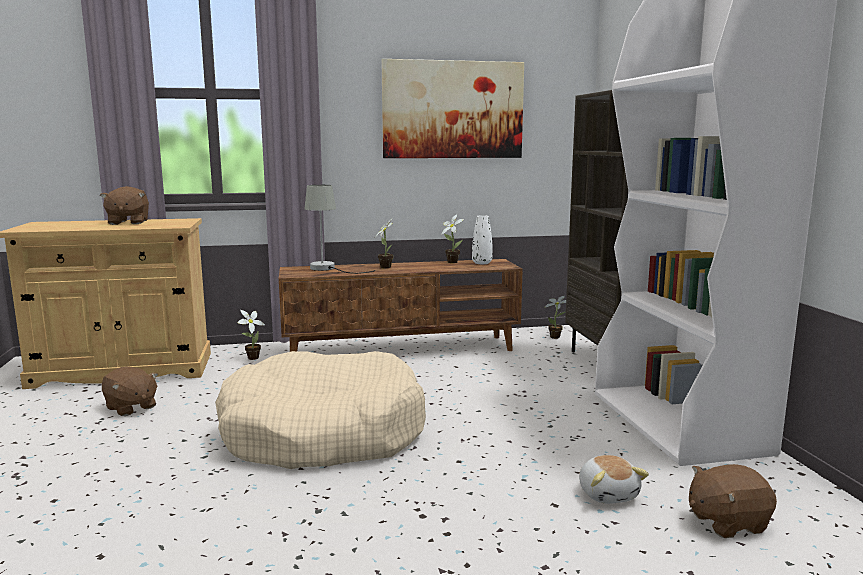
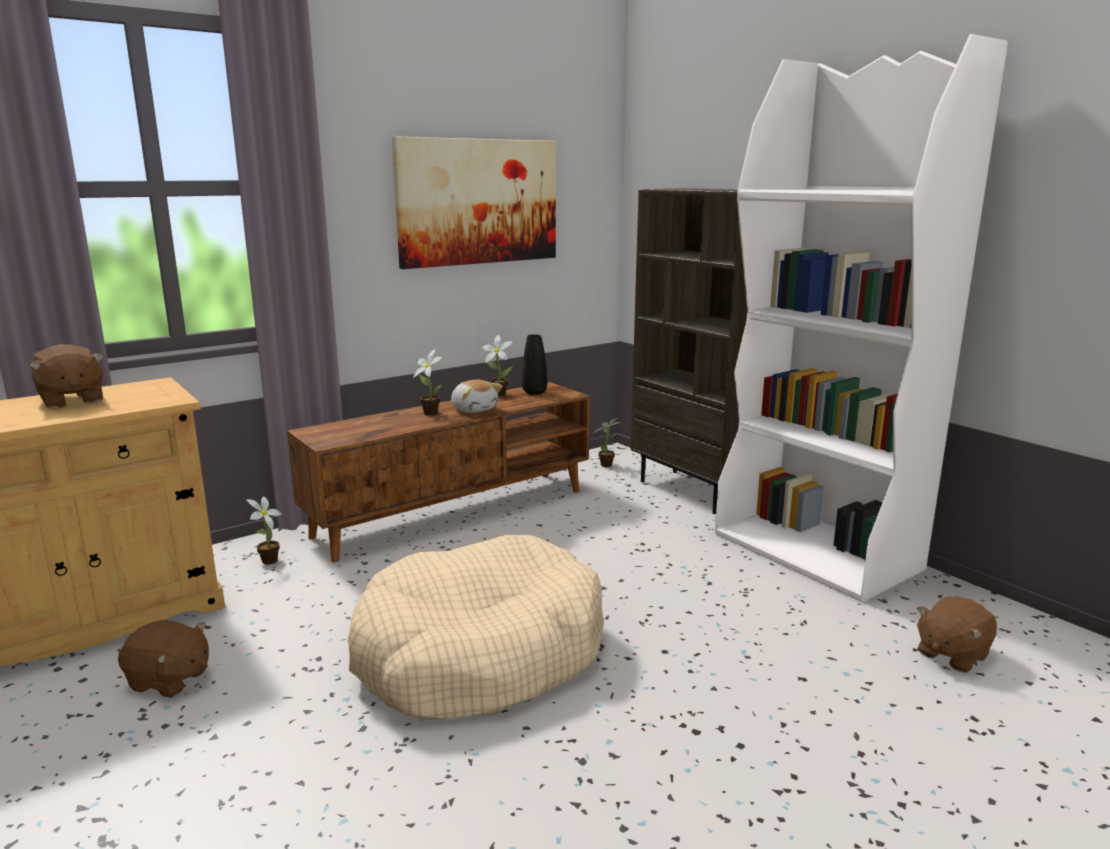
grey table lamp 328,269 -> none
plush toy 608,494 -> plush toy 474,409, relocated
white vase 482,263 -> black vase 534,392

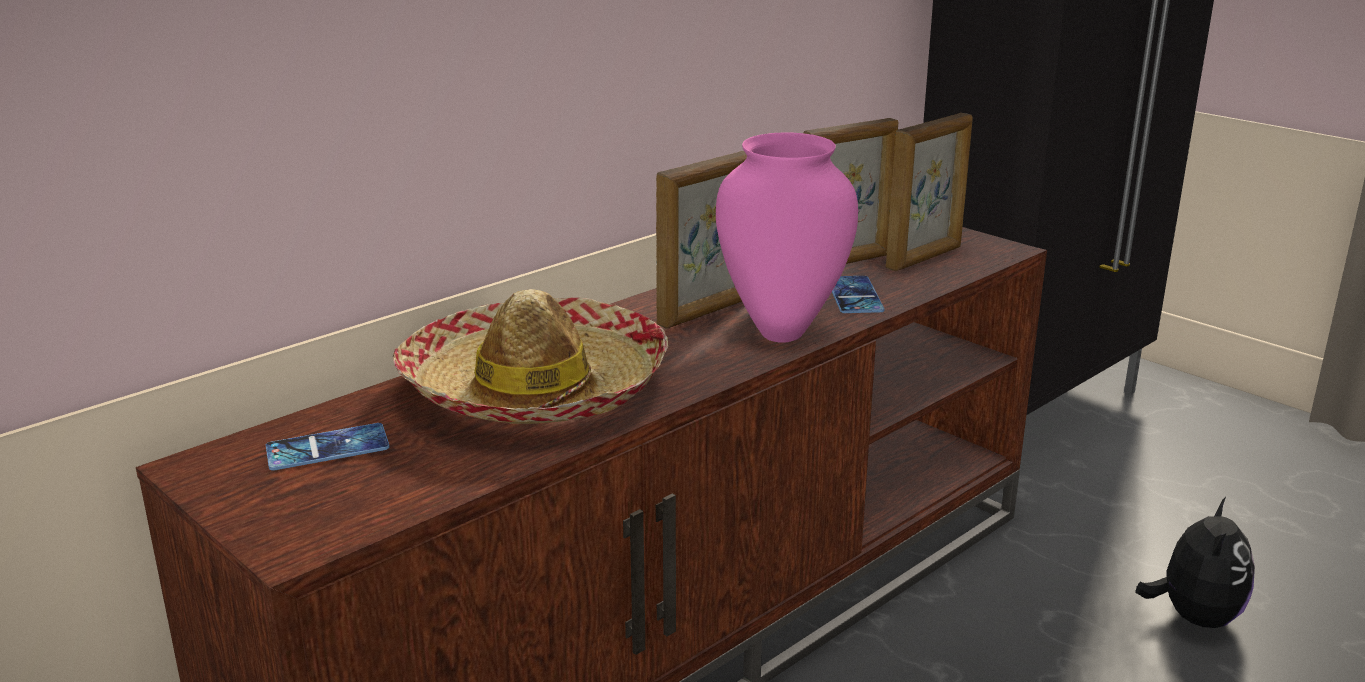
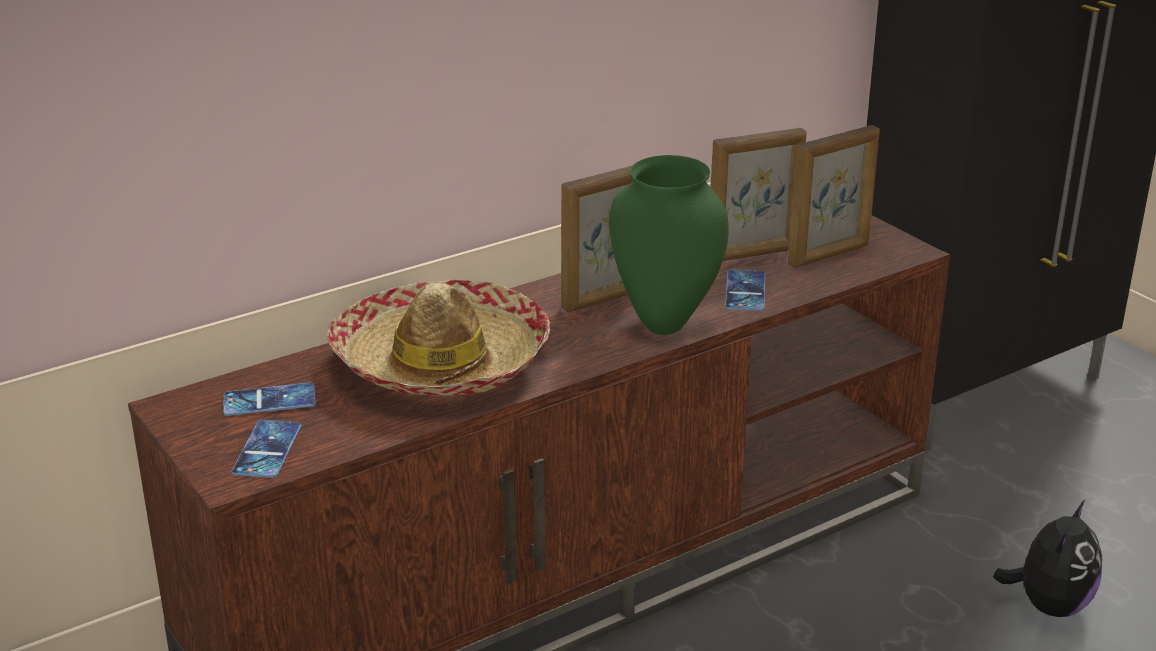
none -> phone 267,450
pink vase 783,331 -> green vase 666,323

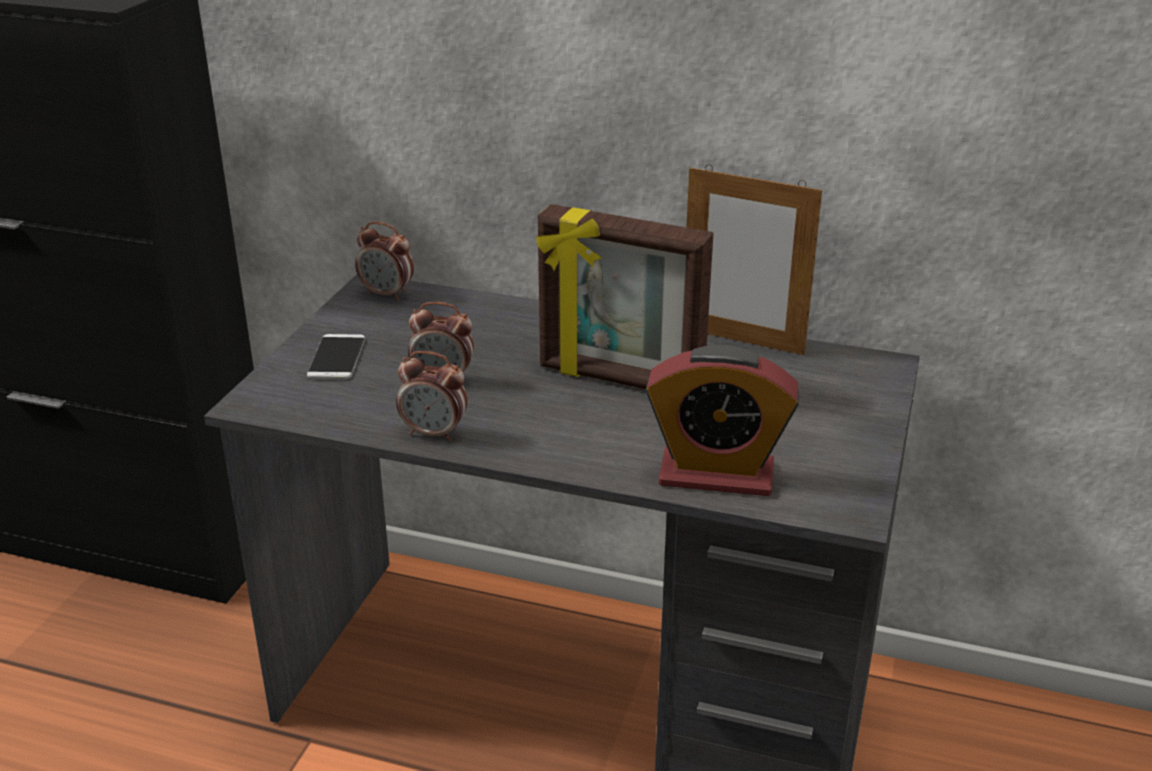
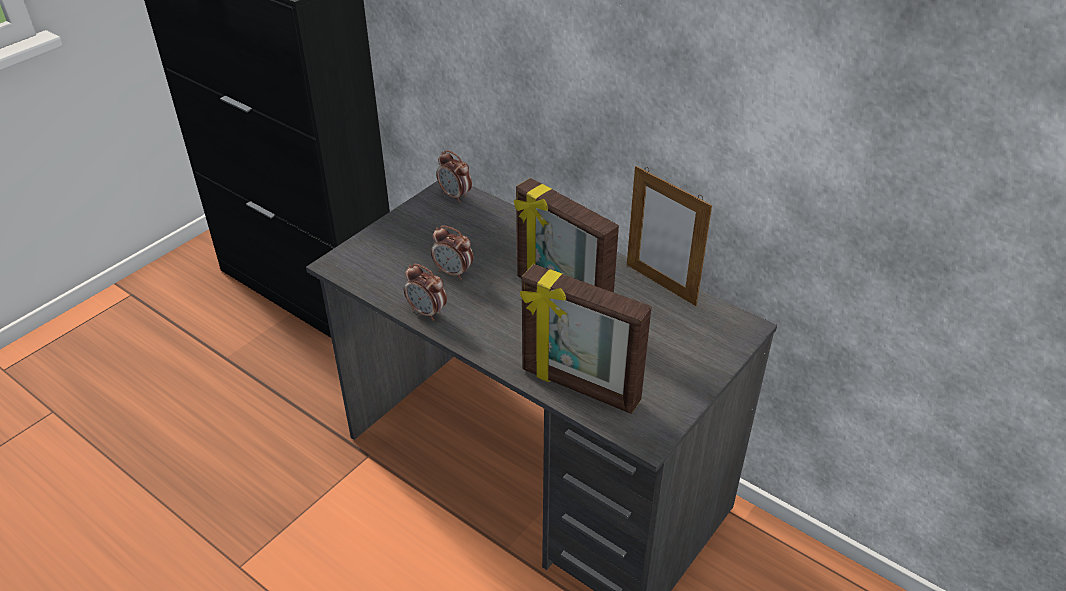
phone 337,358 -> none
alarm clock 716,474 -> picture frame 579,387

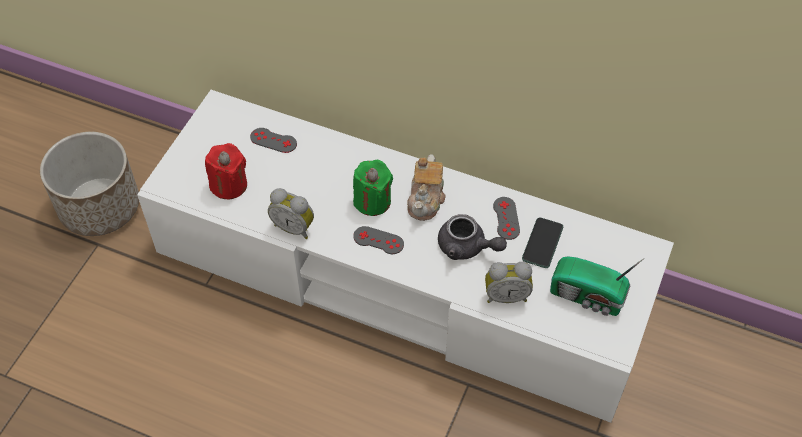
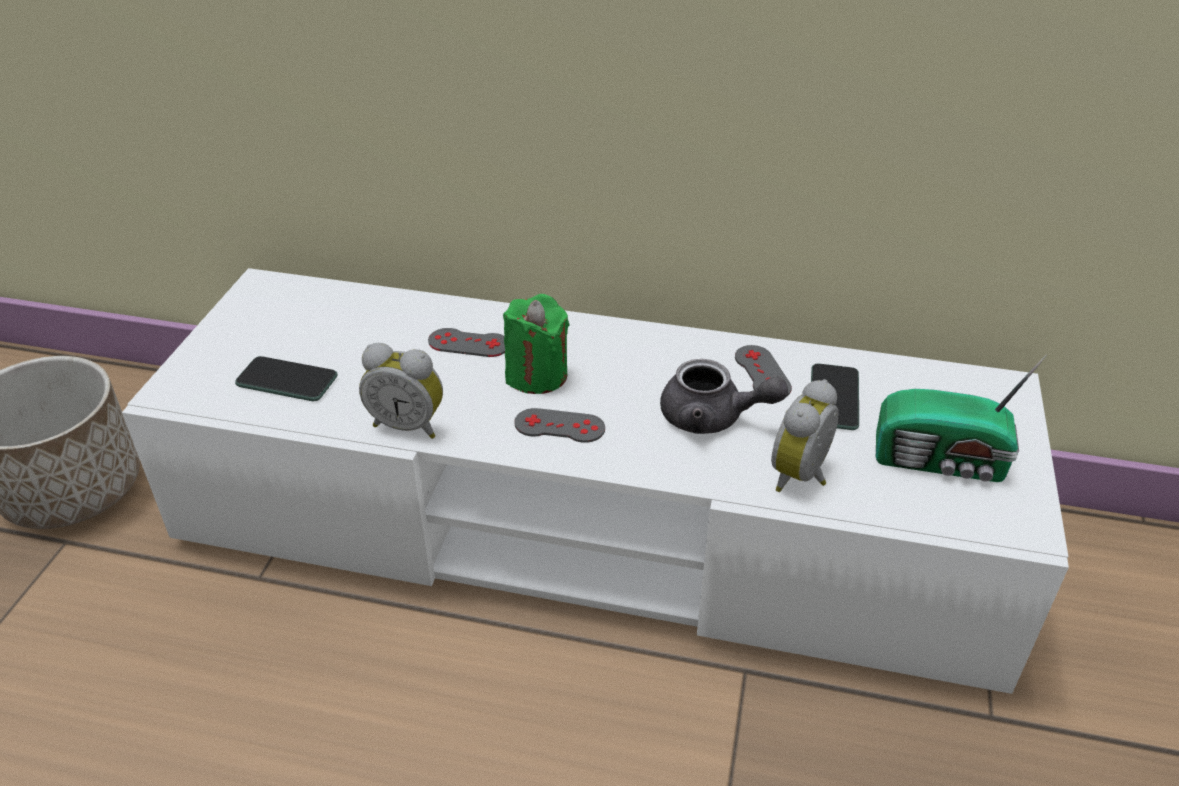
teapot 426,199 -> none
grey game controller 273,140 -> grey game controller 469,343, relocated
red candle 229,185 -> phone 287,380
alarm clock 506,295 -> alarm clock 803,477, 135 degrees clockwise

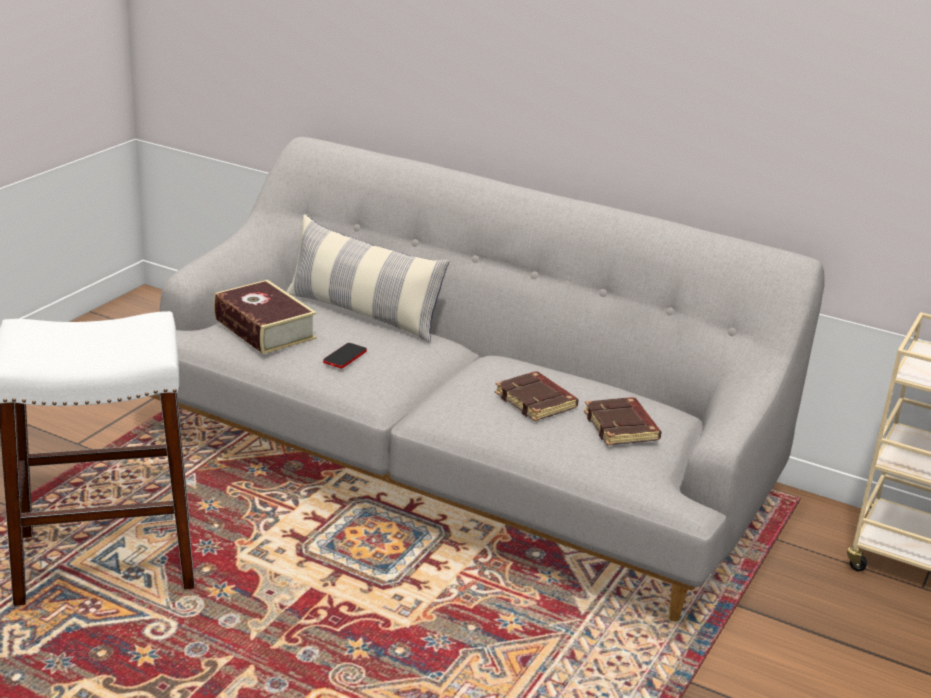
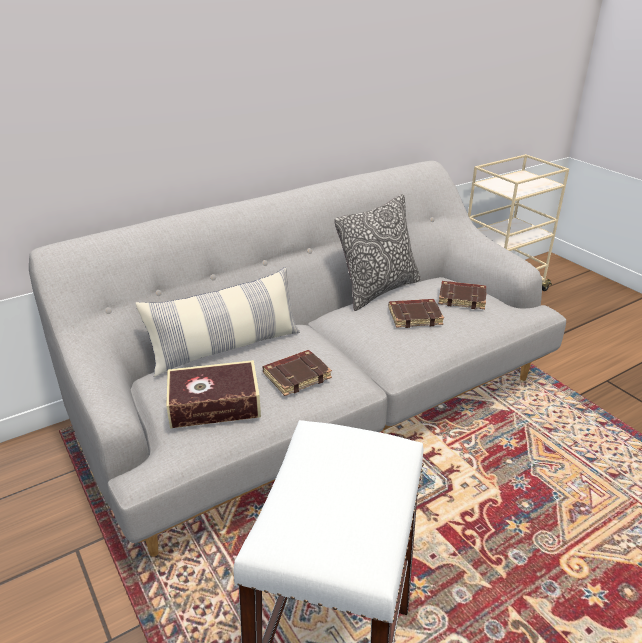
none -> pillow 378,290
phone 345,356 -> brown book 297,375

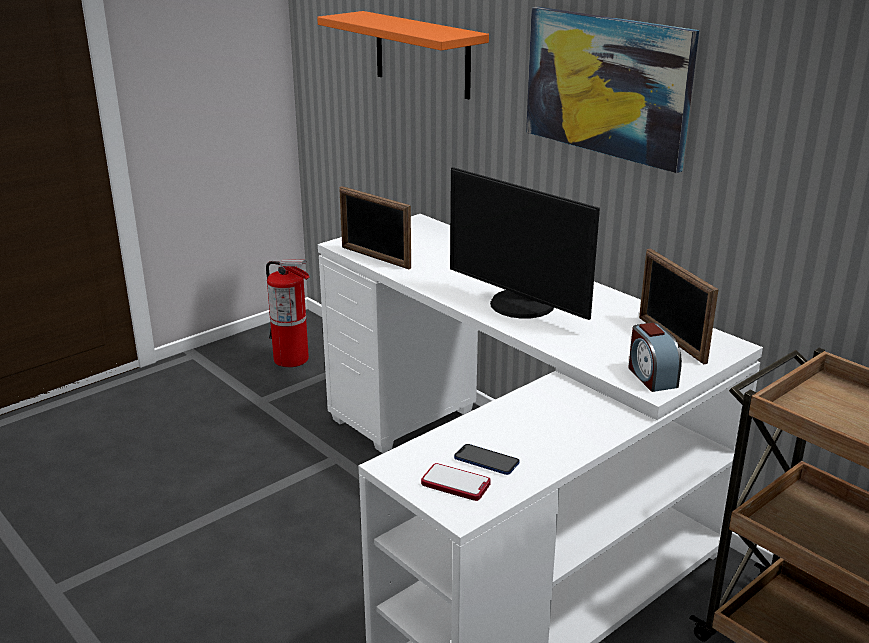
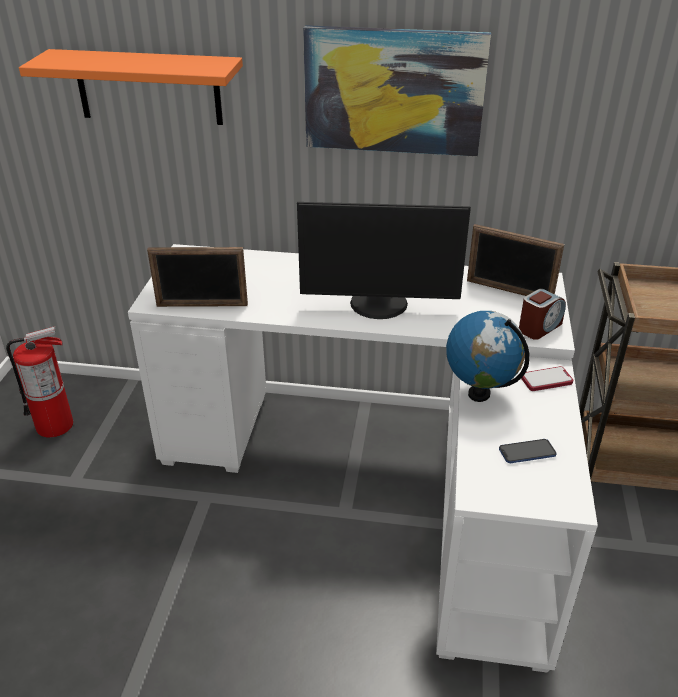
none -> globe 479,394
phone 455,484 -> phone 546,380, relocated
alarm clock 651,376 -> alarm clock 539,327, 75 degrees counterclockwise

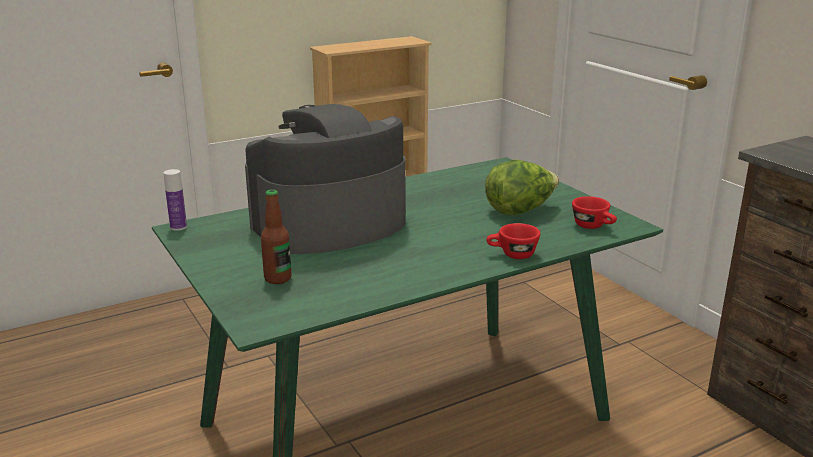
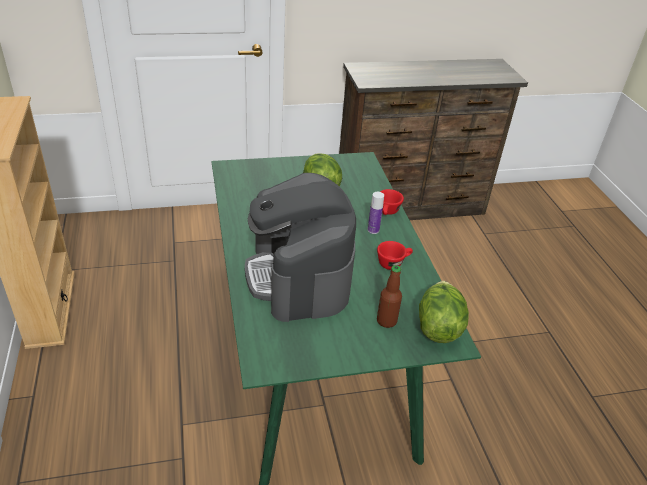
none -> lettuce 438,326
bottle 178,227 -> bottle 373,230, relocated
red cup 594,226 -> red cup 393,263, relocated

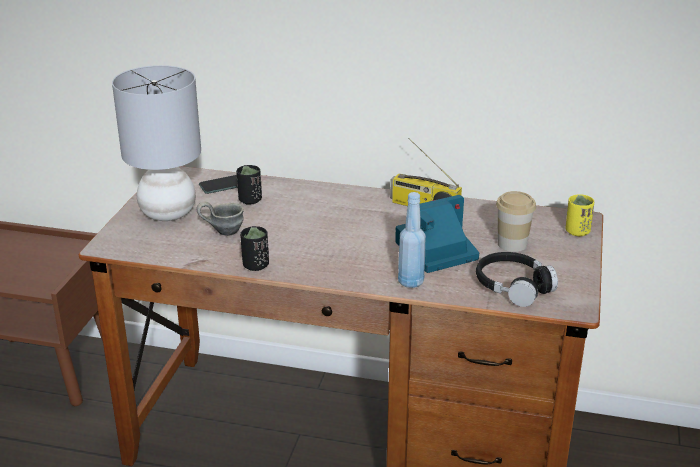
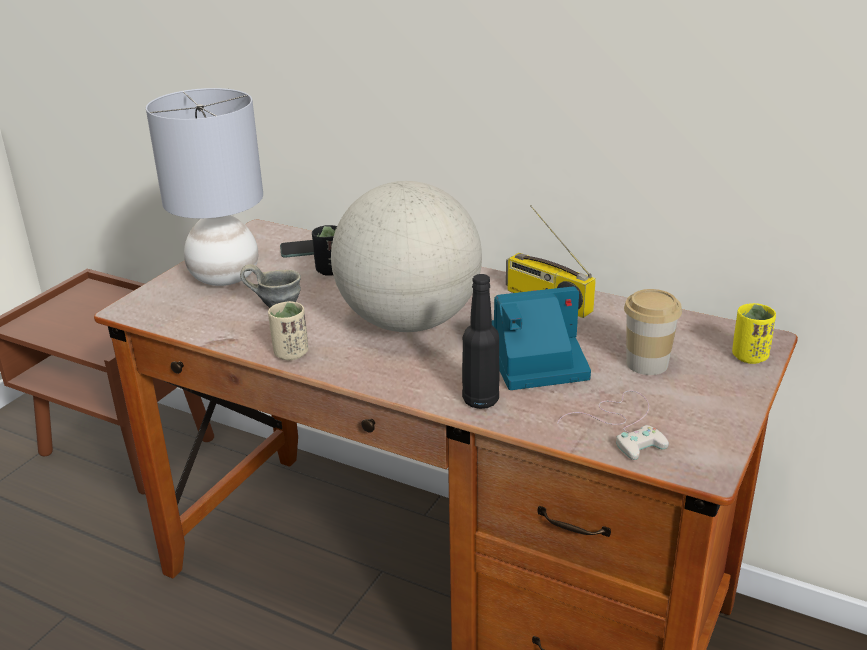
none -> globe 409,322
black headphones 513,286 -> white game controller 623,425
black cup 255,265 -> beige cup 291,353
blue bottle 410,282 -> black bottle 481,400

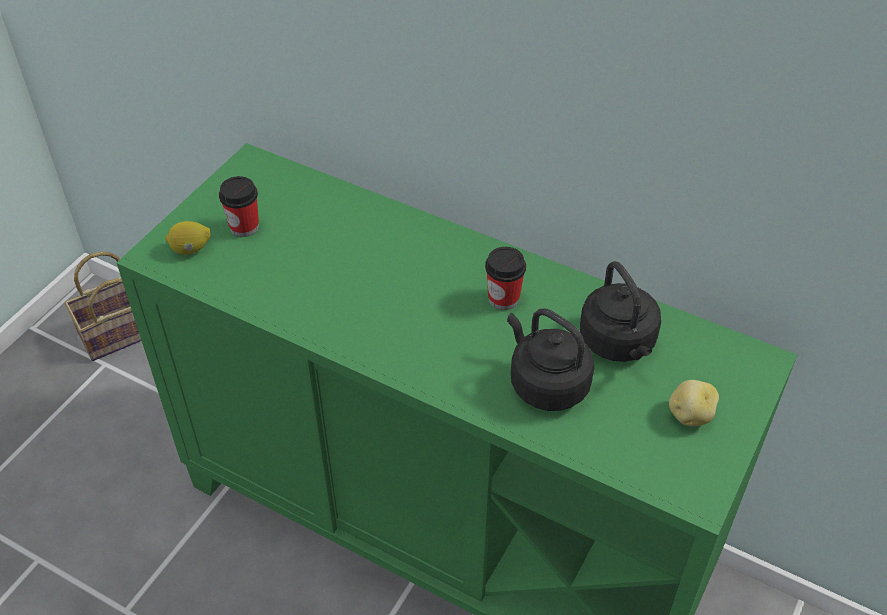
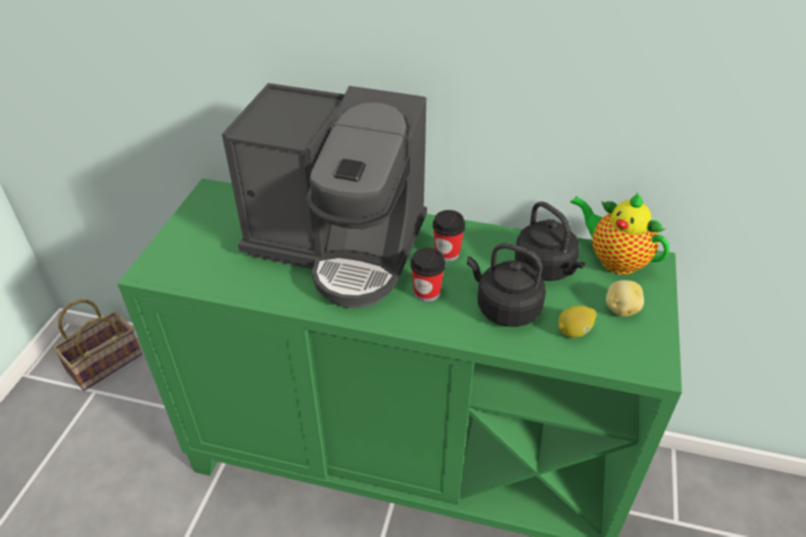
none -> coffee machine 339,246
none -> teapot 614,260
lemon 191,249 -> lemon 574,331, relocated
cup 244,227 -> cup 427,293, relocated

